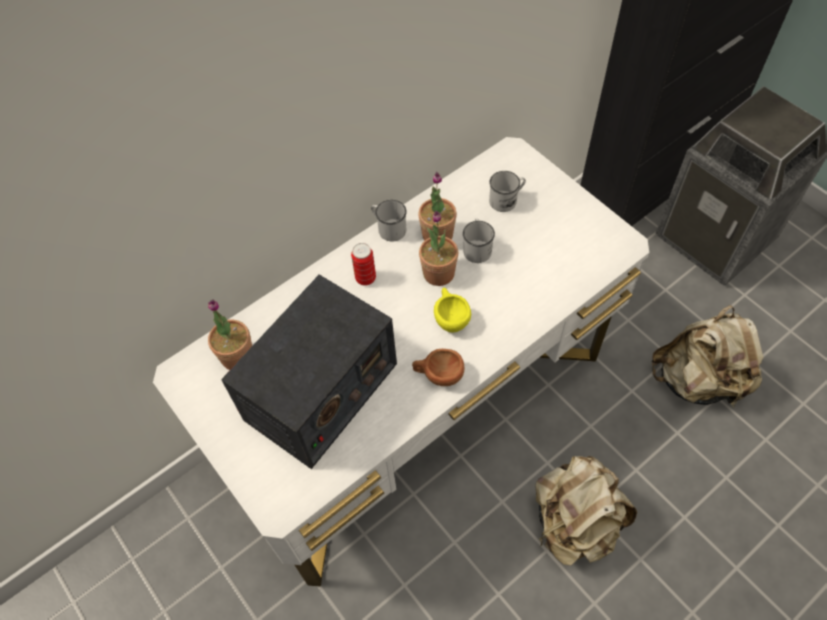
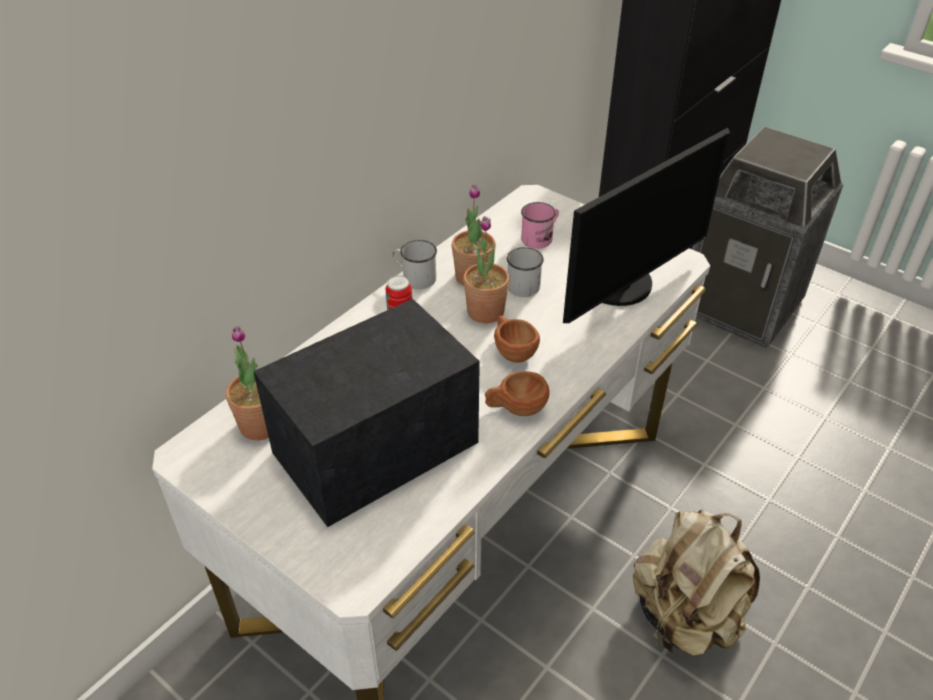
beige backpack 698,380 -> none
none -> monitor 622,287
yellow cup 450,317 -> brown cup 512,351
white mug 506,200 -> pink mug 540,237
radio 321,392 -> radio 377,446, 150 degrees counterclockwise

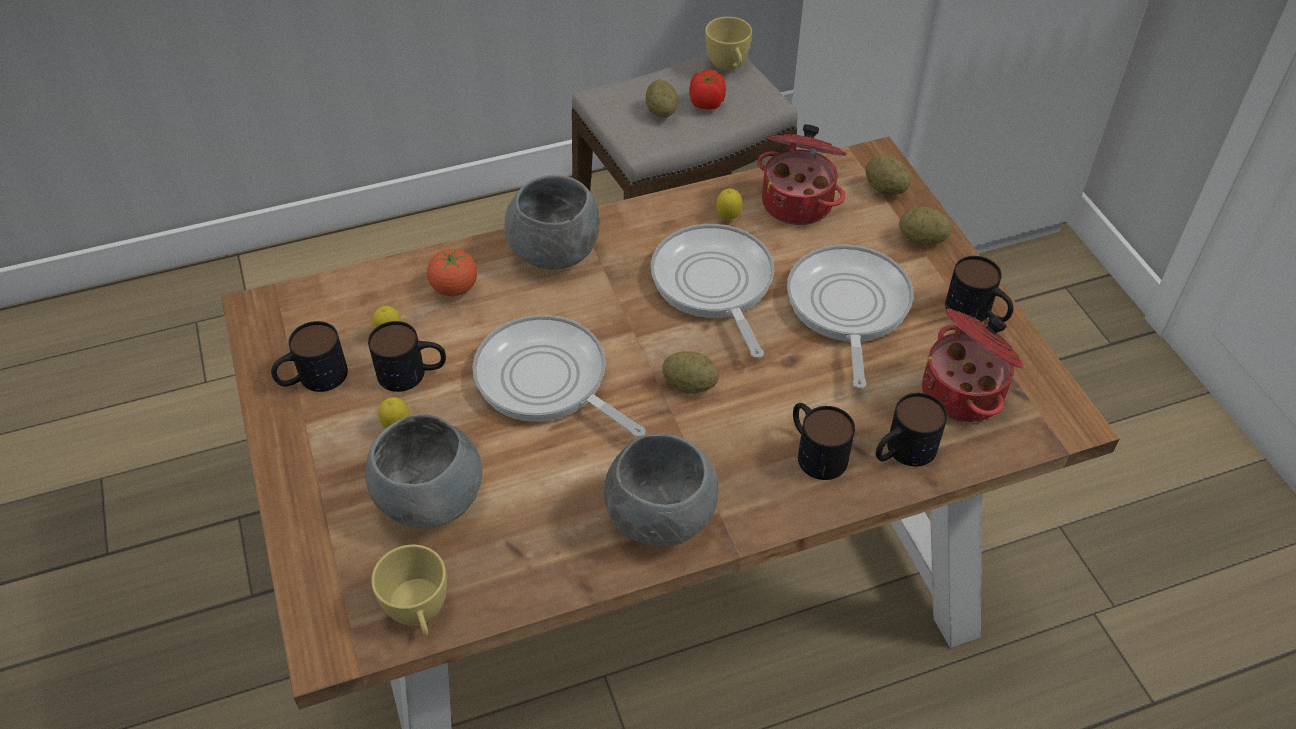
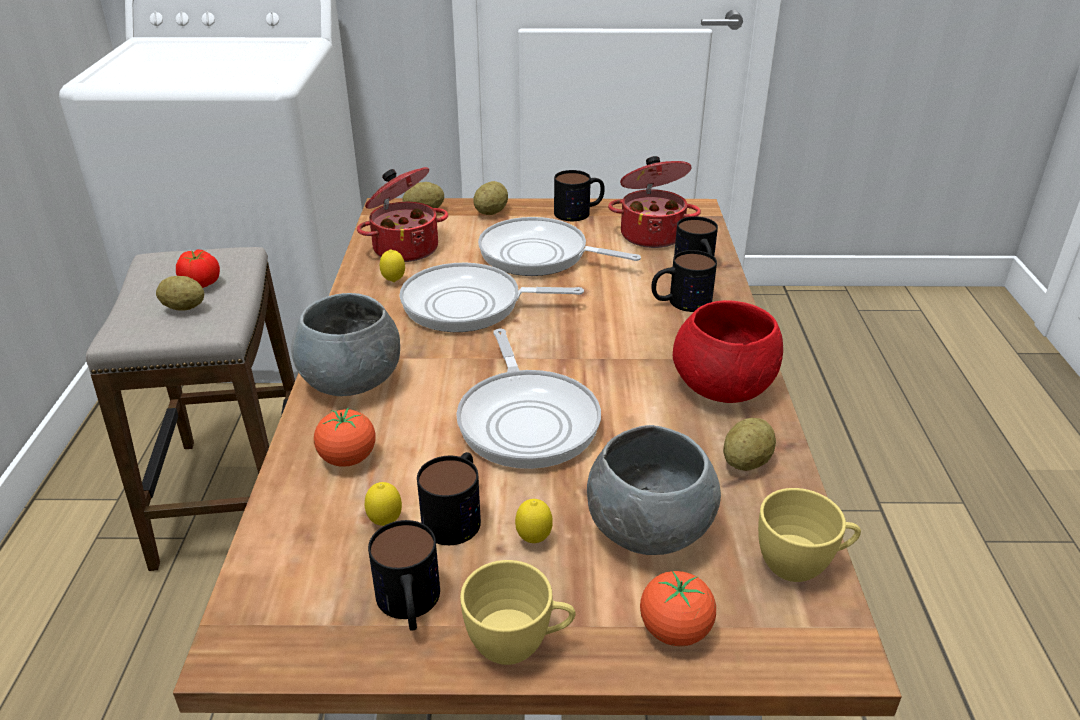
none -> tomato 675,631
potato 689,385 -> potato 746,462, relocated
yellow cup 729,66 -> yellow cup 519,644, relocated
grey bowl 659,517 -> red bowl 722,389
frying pan 547,381 -> frying pan 527,420, 75 degrees counterclockwise

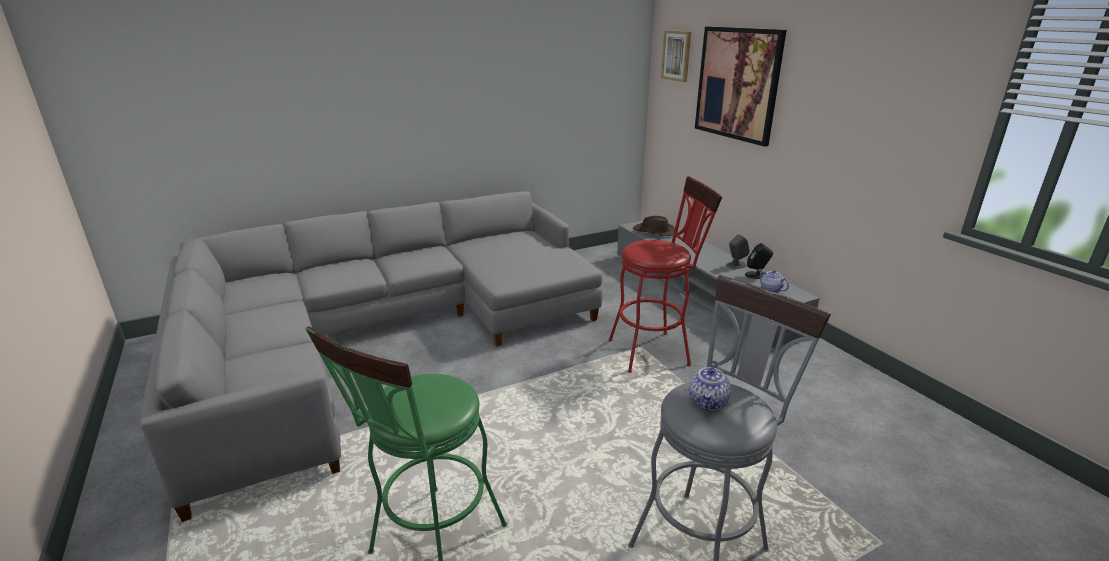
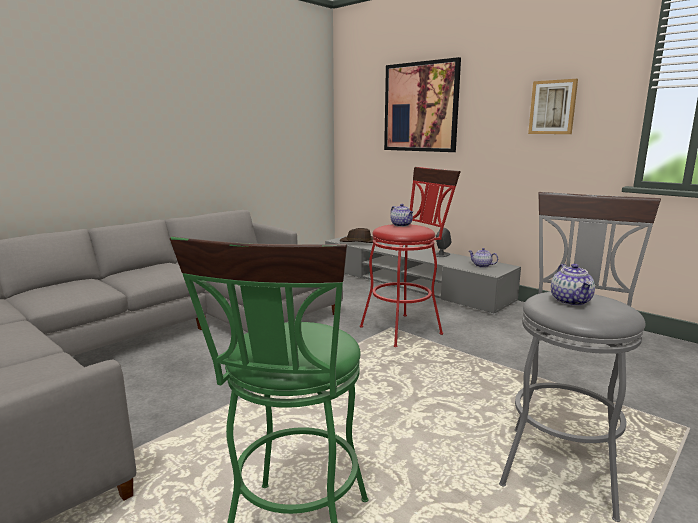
black speaker 757,275 -> none
none -> teapot 402,225
picture 676,55 -> picture 553,107, relocated

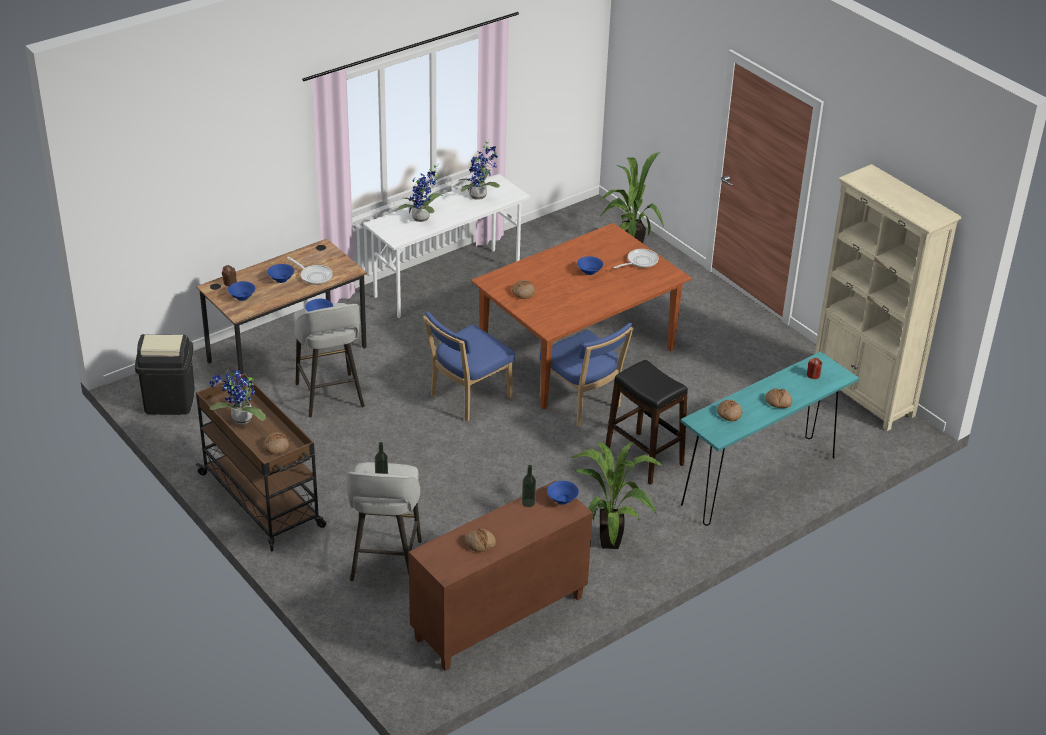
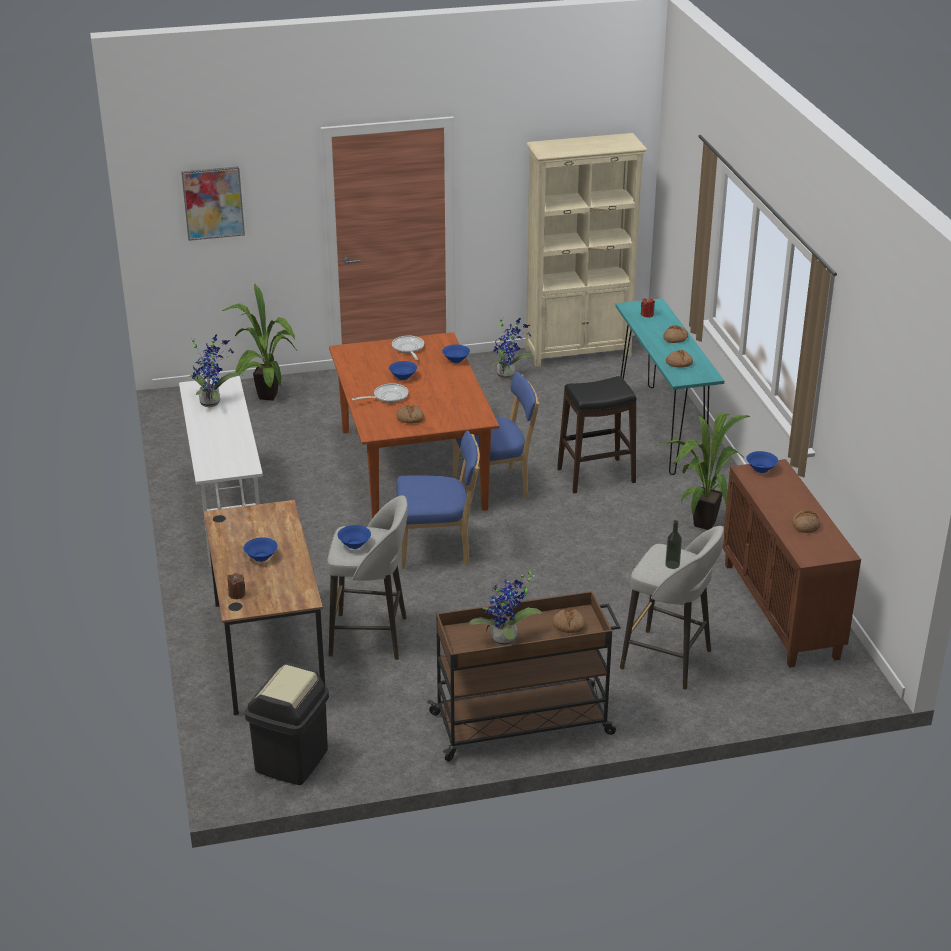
bottle 528,503 -> none
none -> picture 213,203
blue bowl 242,297 -> blue bowl 456,360, relocated
frying pan 314,276 -> frying pan 387,397, relocated
potted plant 422,219 -> potted plant 508,375, relocated
blue chair 467,398 -> blue chair 438,549, 75 degrees counterclockwise

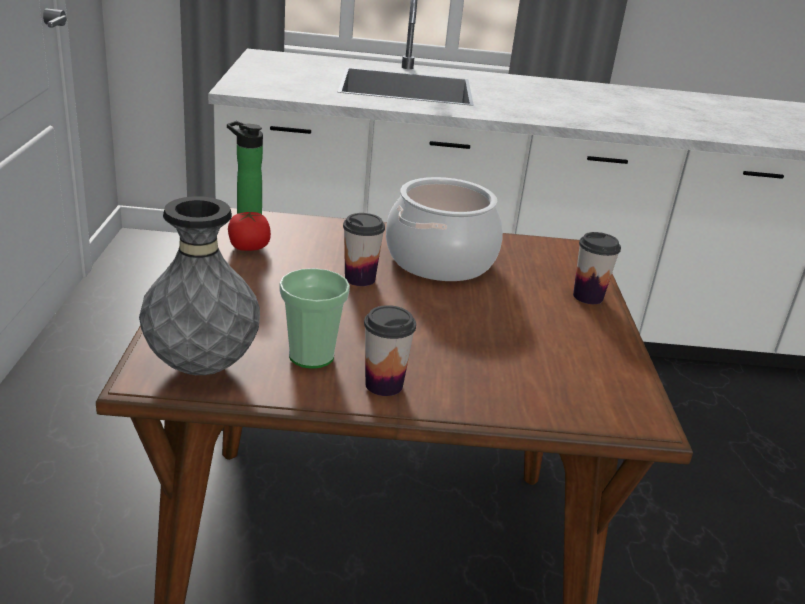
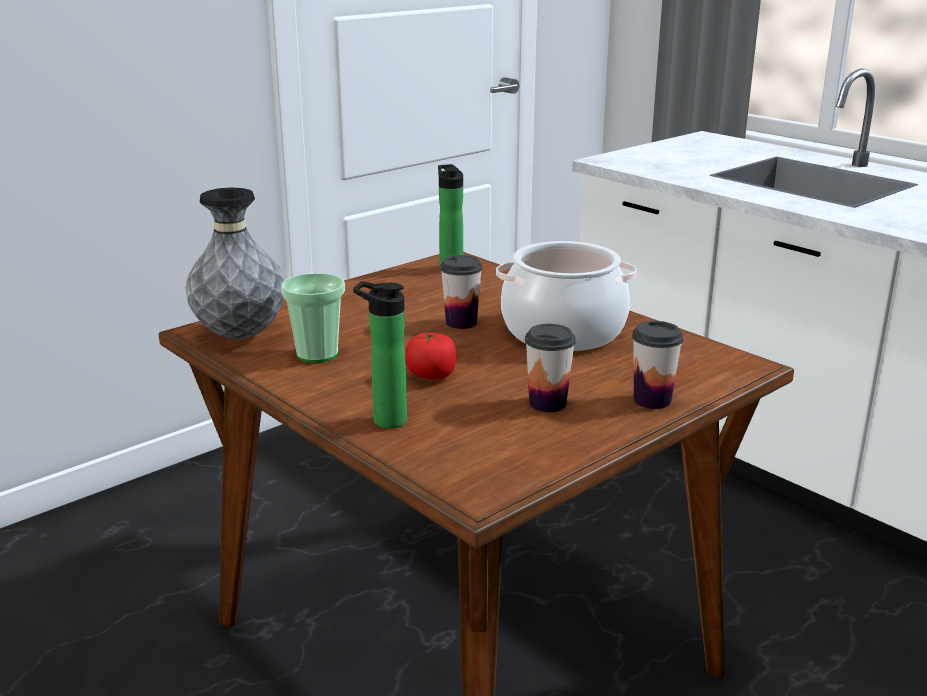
none -> bottle 384,420
tomato 248,248 -> tomato 431,375, relocated
cup 384,385 -> cup 547,403, relocated

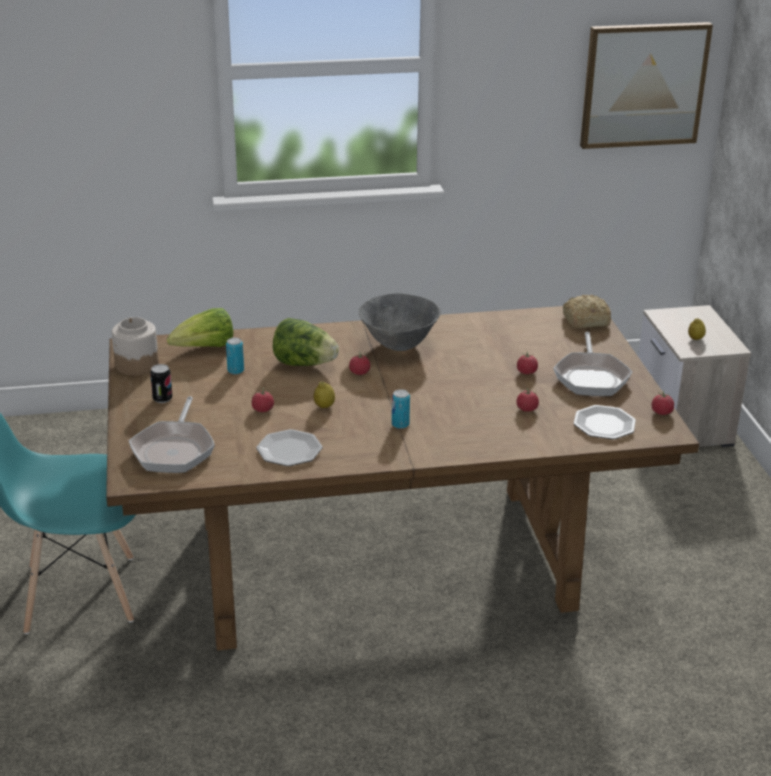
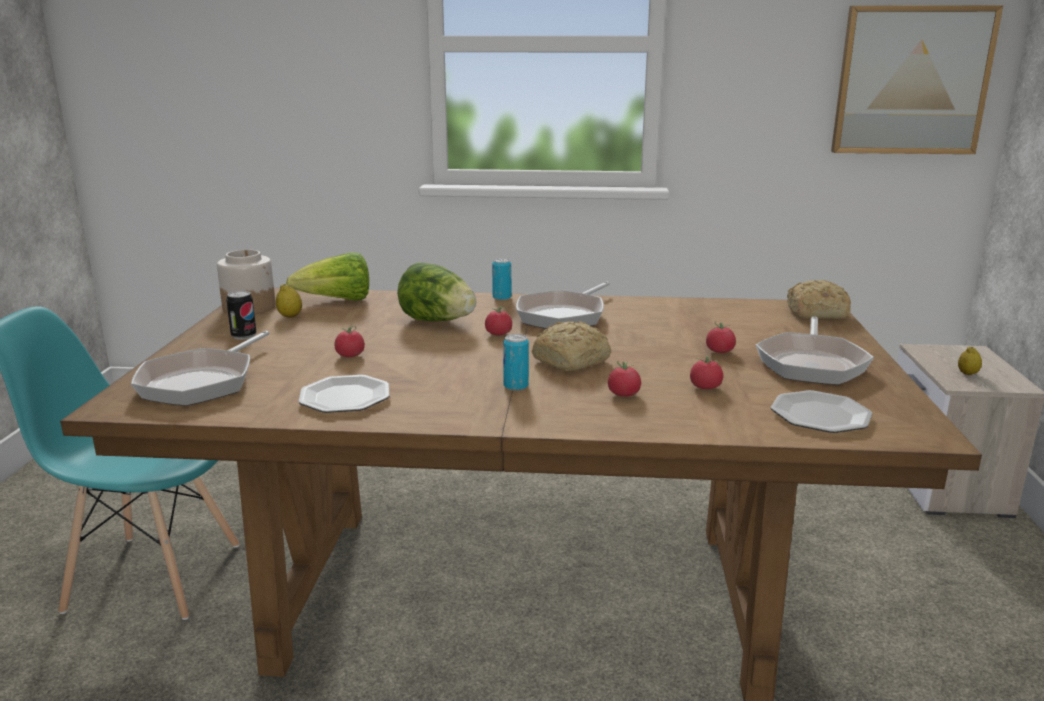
none -> bread 573,360
can 235,370 -> can 502,297, relocated
lemon 324,406 -> lemon 290,316, relocated
tomato 661,412 -> tomato 623,394, relocated
grey bowl 399,345 -> frying pan 564,315

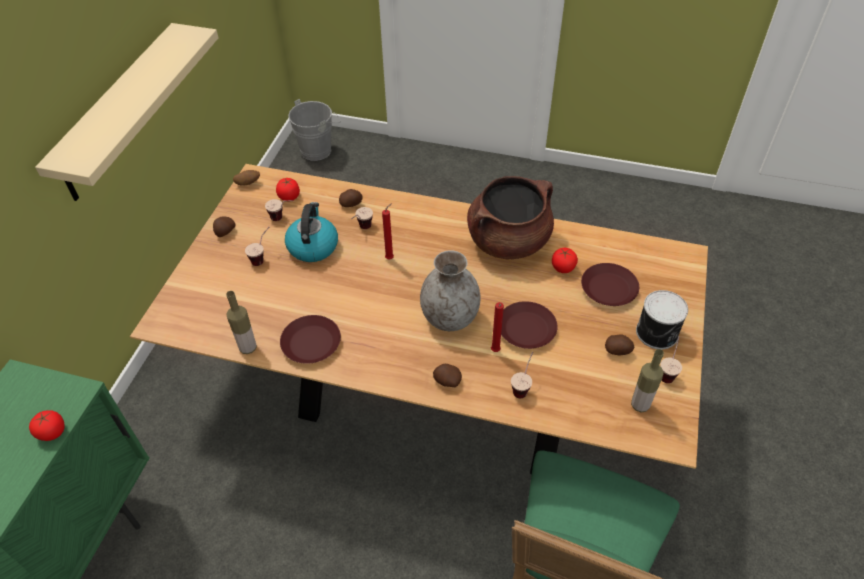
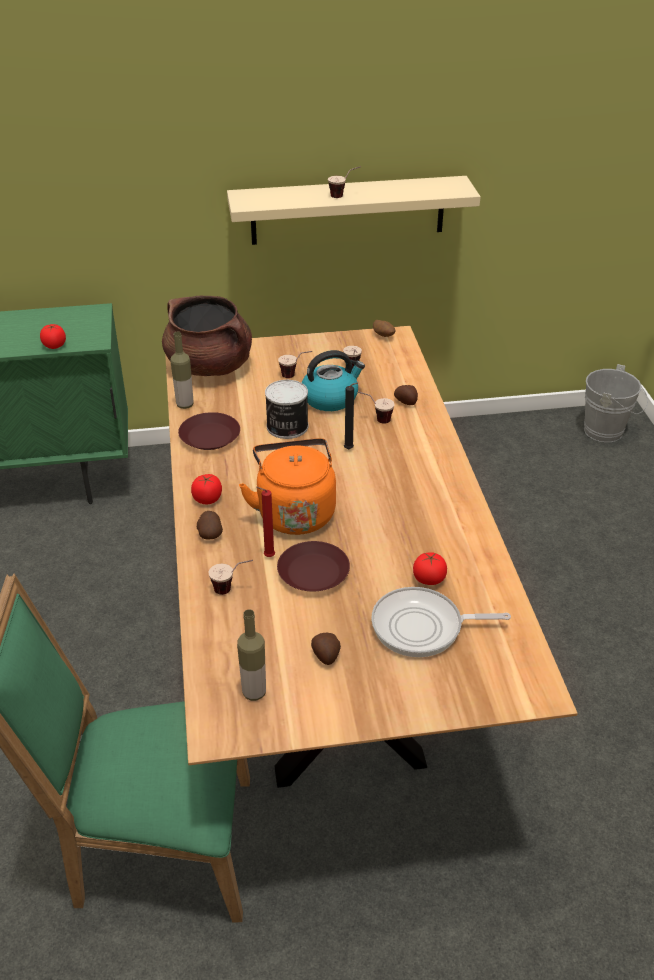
potato 225,232 -> none
tomato 289,197 -> tomato 207,499, relocated
brown cooking pot 508,241 -> brown cooking pot 210,366, relocated
can 657,333 -> can 286,427, relocated
cup 668,371 -> cup 344,196, relocated
grey vase 449,317 -> orange kettle 294,512
brown plate 609,288 -> frying pan 422,627
red candle 390,258 -> black candle 350,449

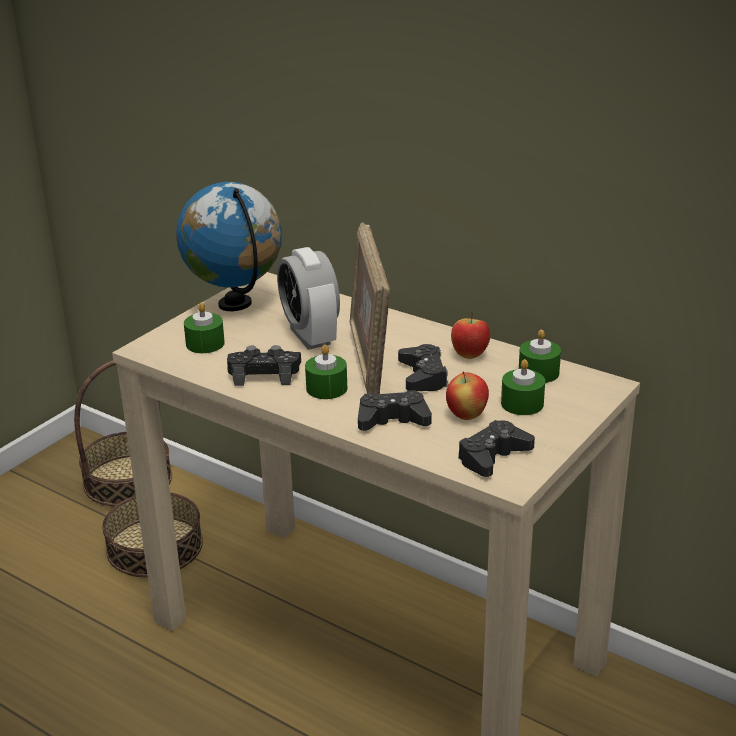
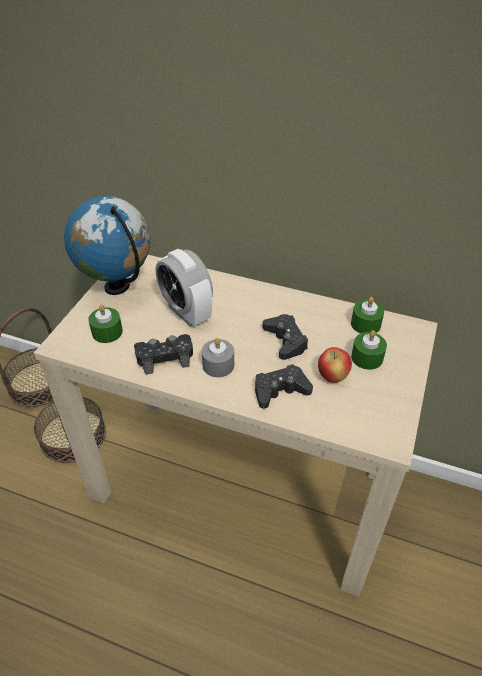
picture frame 369,361 -> none
apple 469,355 -> none
black game controller 493,456 -> none
green candle 326,388 -> grey candle 218,365

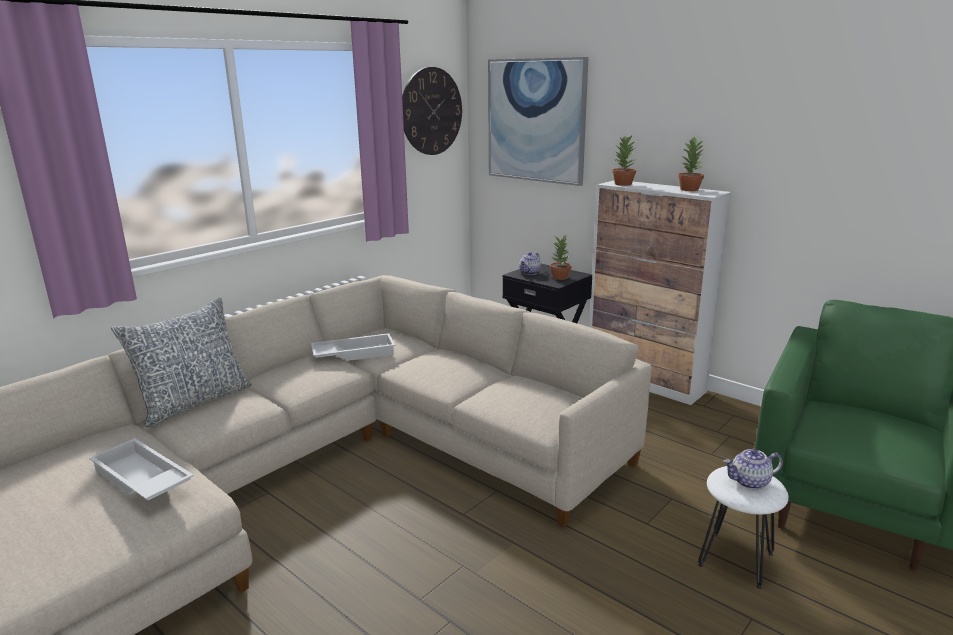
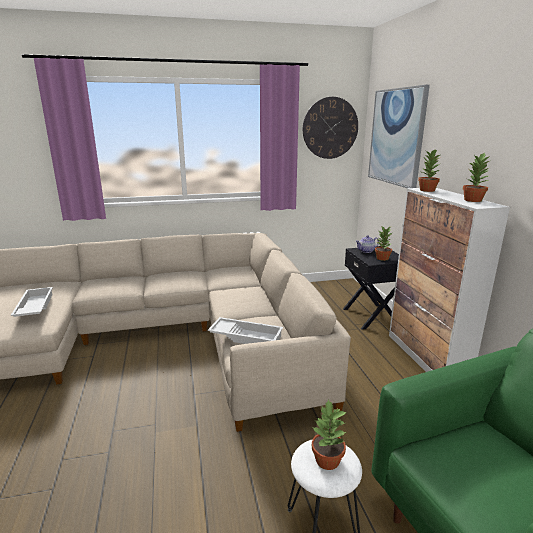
pillow 194,402 -> none
white tray 354,353 -> white tray 246,336, relocated
teapot 750,482 -> potted plant 327,461

